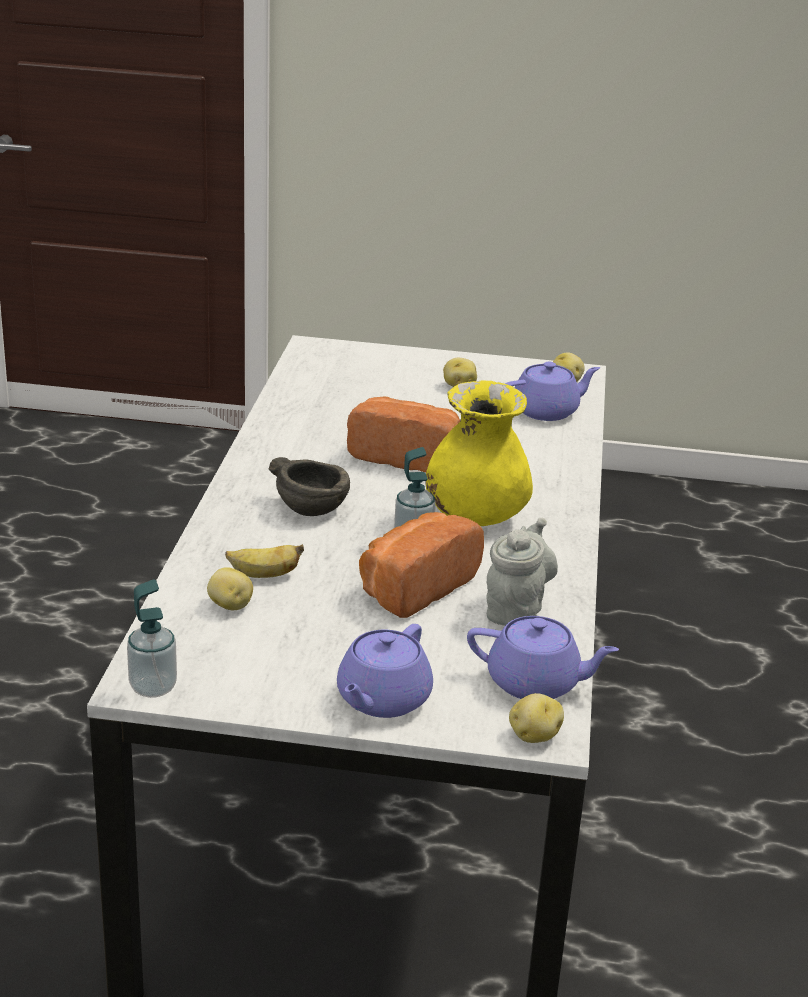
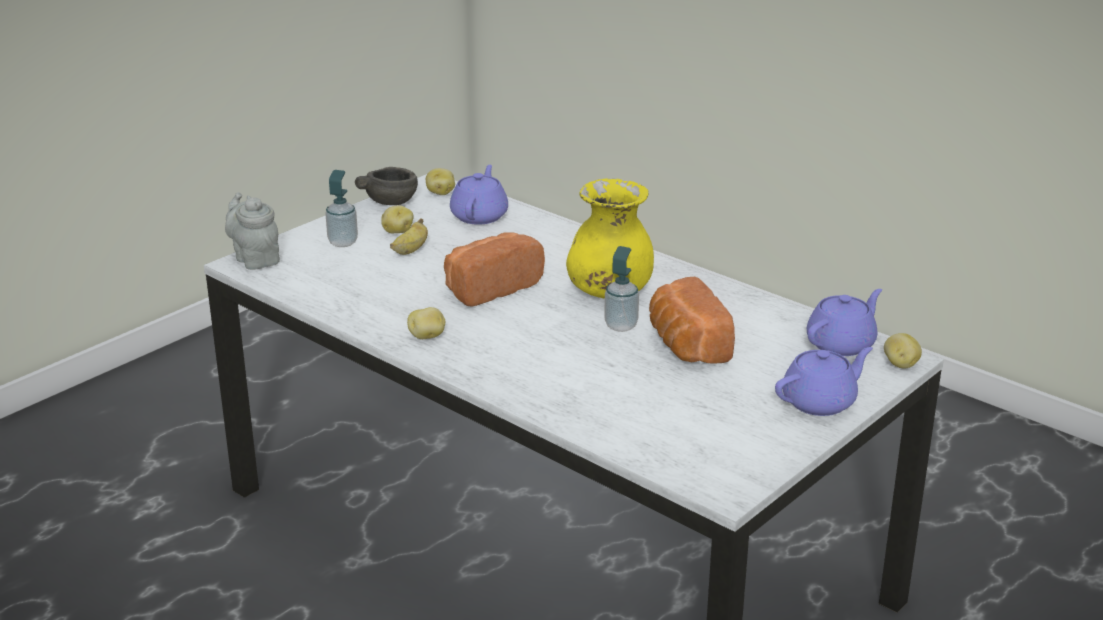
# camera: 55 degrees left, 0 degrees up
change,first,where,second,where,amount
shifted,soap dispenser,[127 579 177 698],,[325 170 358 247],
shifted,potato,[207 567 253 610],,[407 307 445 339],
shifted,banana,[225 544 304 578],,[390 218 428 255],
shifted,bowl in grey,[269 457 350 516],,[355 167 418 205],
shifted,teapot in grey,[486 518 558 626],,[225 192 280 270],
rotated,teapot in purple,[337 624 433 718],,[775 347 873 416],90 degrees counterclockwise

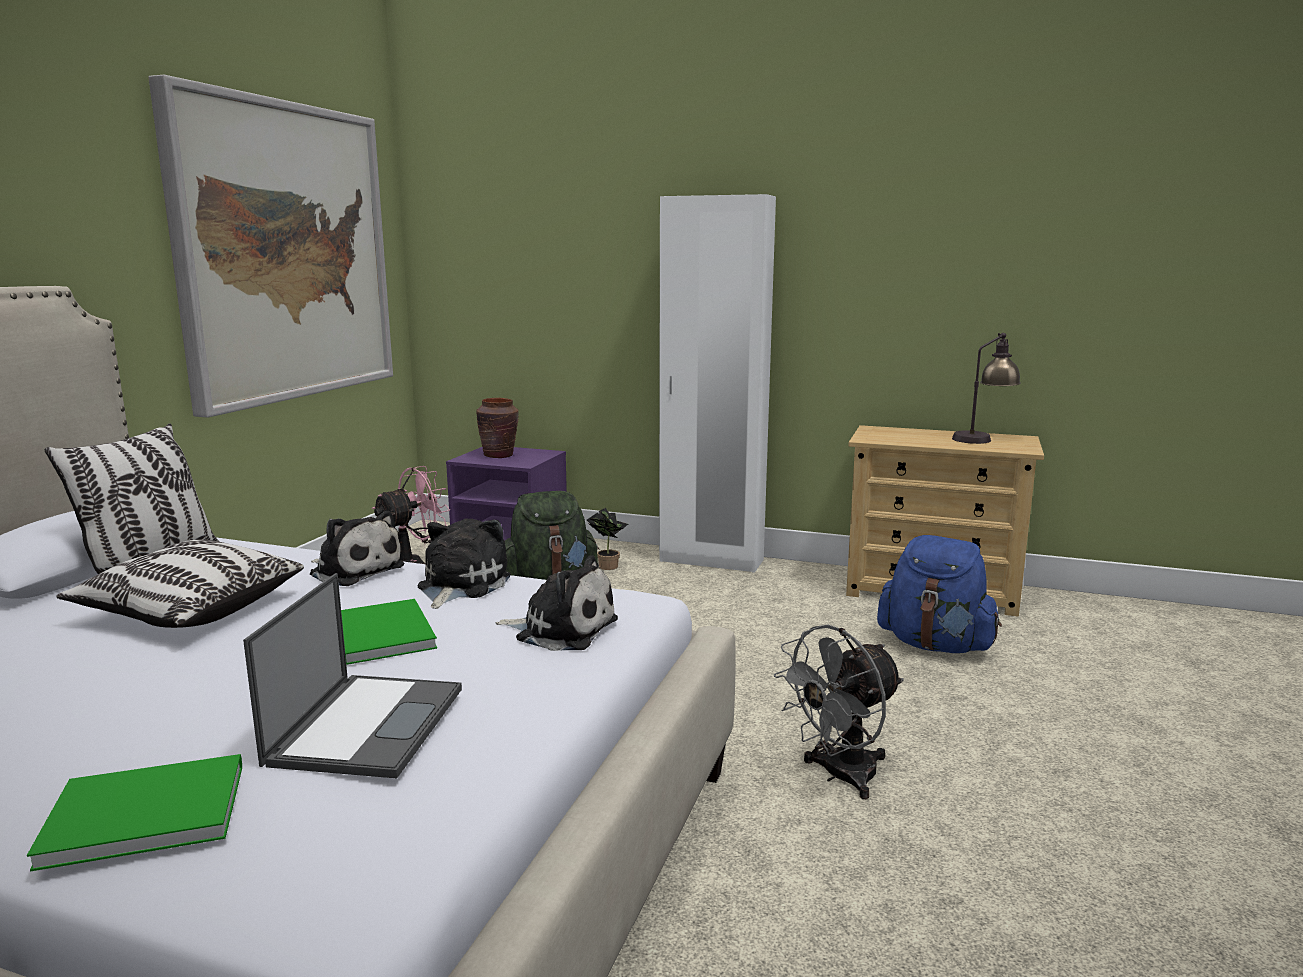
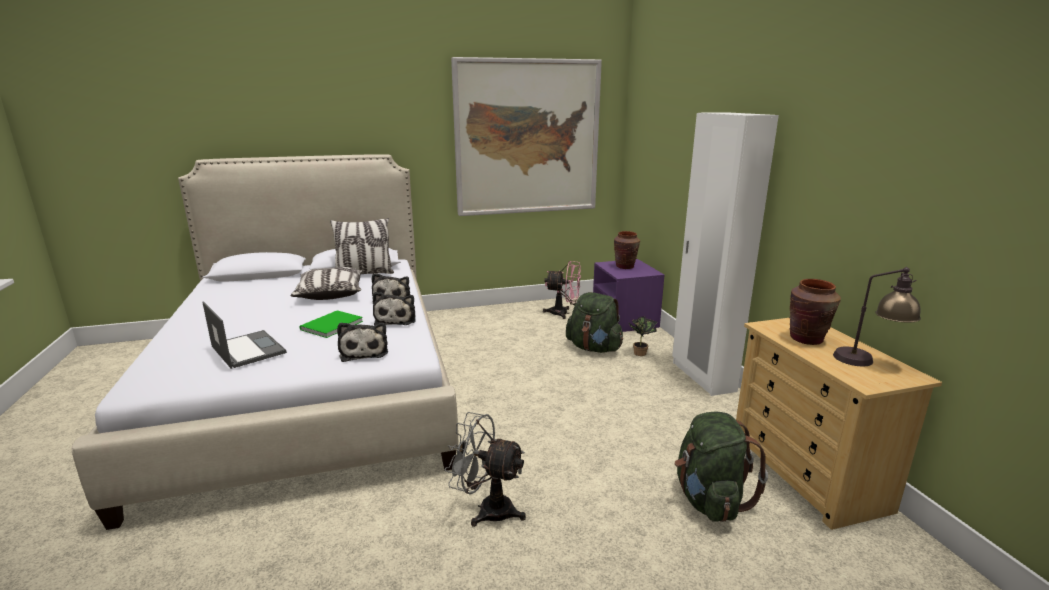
# camera: 55 degrees right, 5 degrees up
change,first,where,second,where,amount
gone,book in green,[27 754 242 872],,,
new,,,vase in brown,[790 279 841 345],
repainted,backpack in blue,[877 535 1002 653],backpack in green,[675 411 768 522],
rotated,laptop,[243 573 462 778],,[202 301 287 369],105 degrees counterclockwise
rotated,plush toy,[417 519 511 609],,[373 292 416 325],105 degrees clockwise

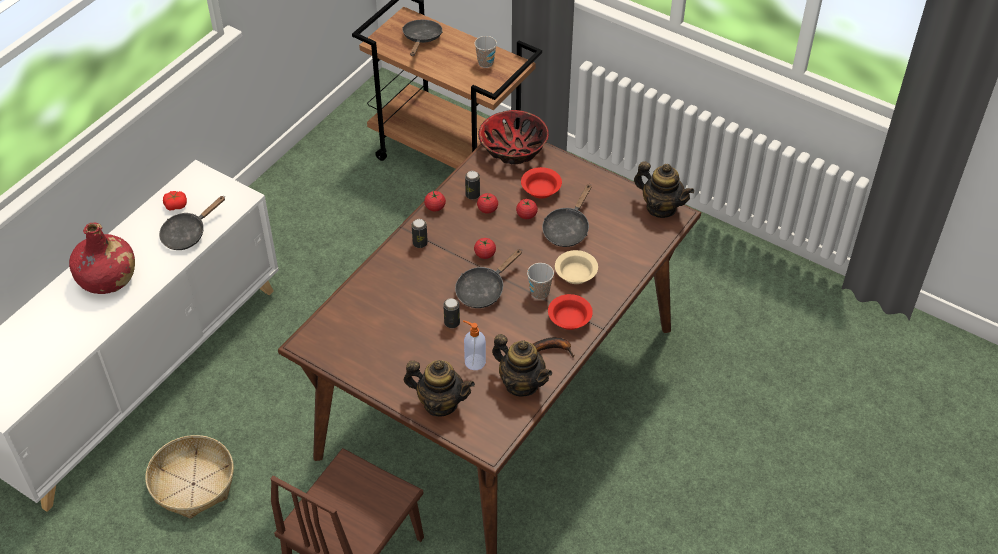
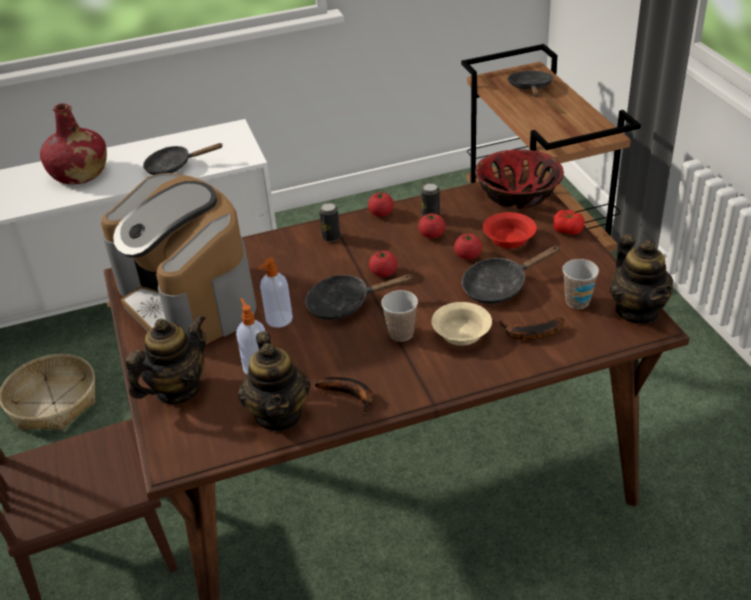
# camera: 40 degrees right, 10 degrees down
change,first,where,second,where,amount
gone,bowl in red,[548 294 593 330],,,
new,,,coffee machine,[101 173 257 345],
new,,,banana,[499 318 564 340],
shifted,tomato,[163 191 187 210],,[553 210 585 235],
shifted,cup,[474 36 497 68],,[562 259 599 309],
swapped,can,[443 298 460 328],soap dispenser,[258 258 293 328],
rotated,frying pan in black,[402 20 443 56],,[507 71 554 97],45 degrees counterclockwise
rotated,teapot,[404 360 475 417],,[126 314 206 404],105 degrees counterclockwise

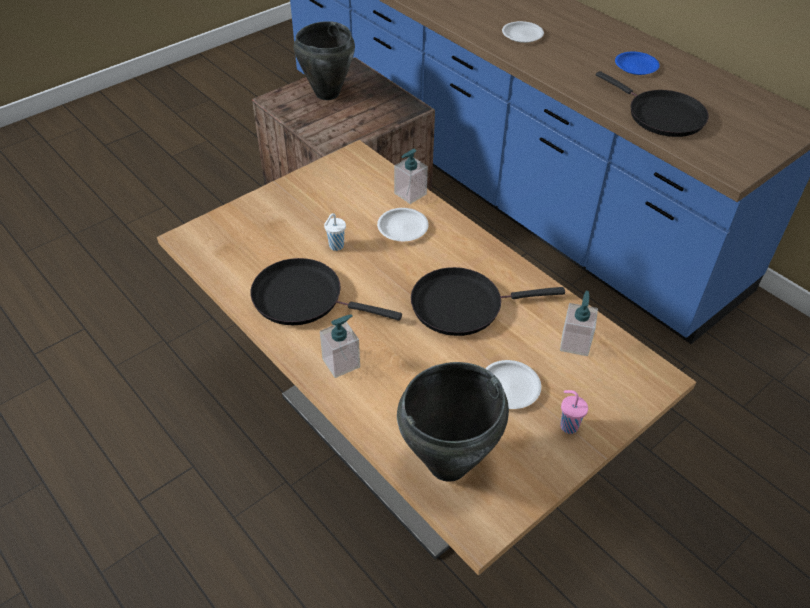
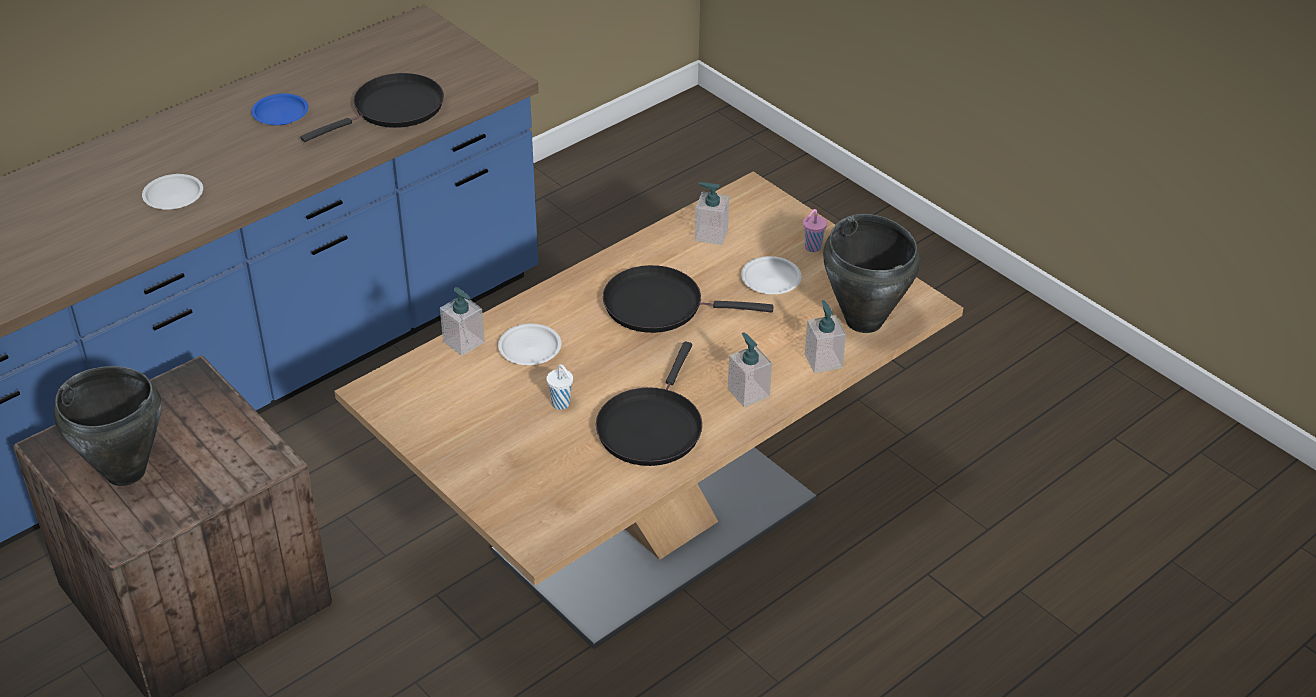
# camera: 90 degrees left, 5 degrees down
change,first,where,second,where,amount
new,,,soap dispenser,[805 300 846 373],
rotated,frying pan in black,[411 267 565 336],,[603 265 774 333],105 degrees clockwise

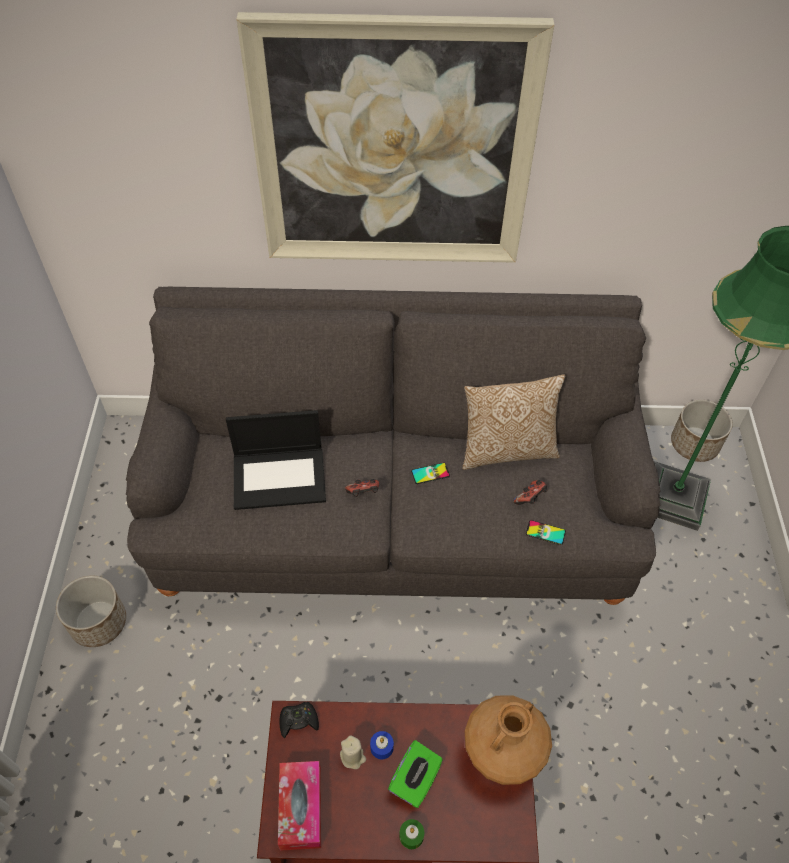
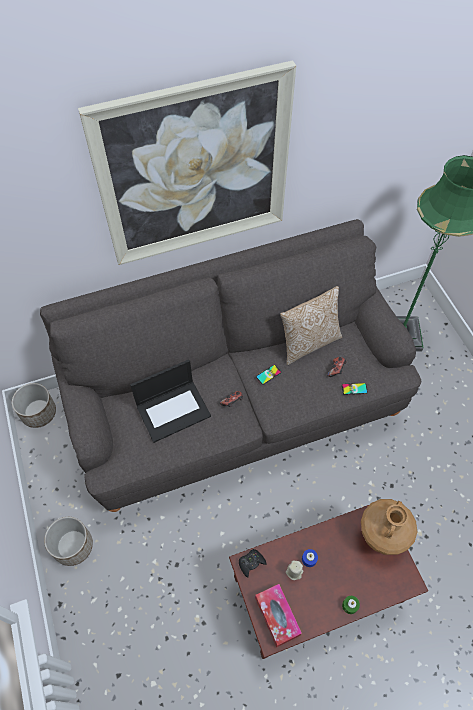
# camera: 20 degrees left, 5 degrees up
change,first,where,second,where,amount
gone,tissue box in green,[388 740 443 808],,,
shifted,planter,[671 400 733 462],,[12 383 56 428],

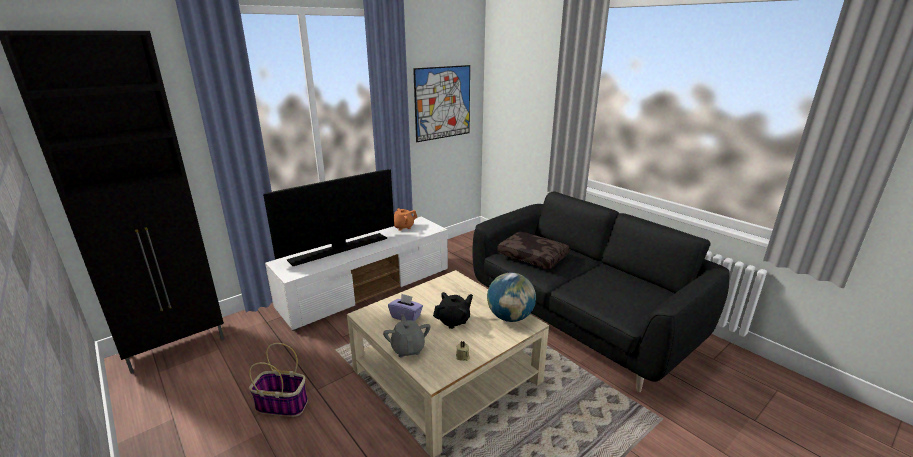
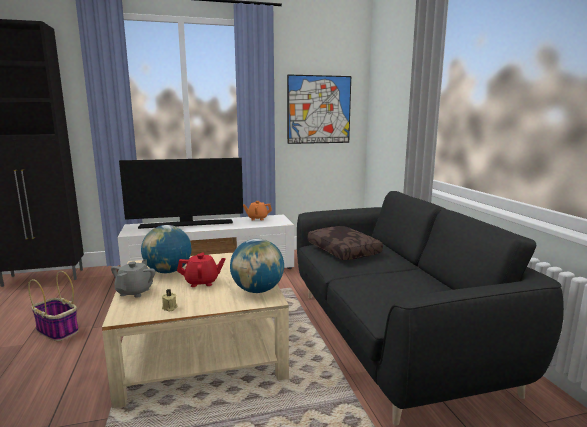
# camera: 25 degrees right, 10 degrees down
change,first,where,second,where,amount
swapped,tissue box in purple,[388 293 423 321],globe,[141 225 191 273],
repainted,teapot in black,[433 292 473 329],teapot in red,[177 252 225 287],

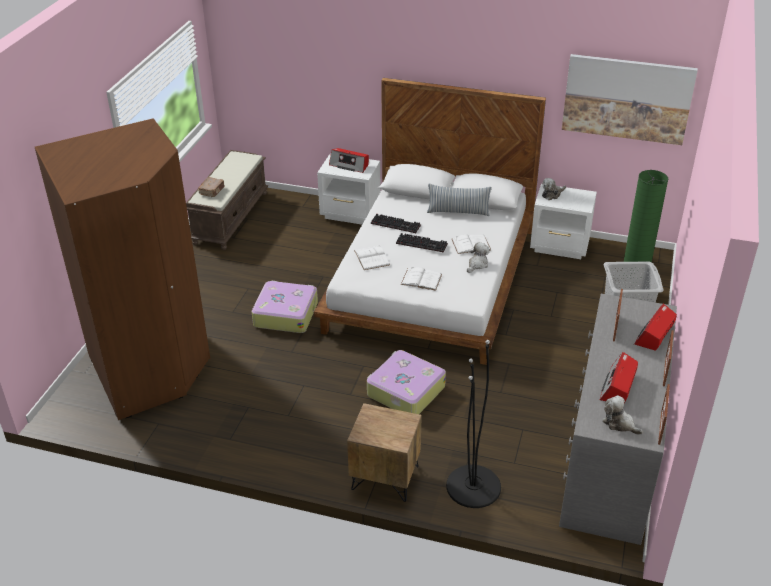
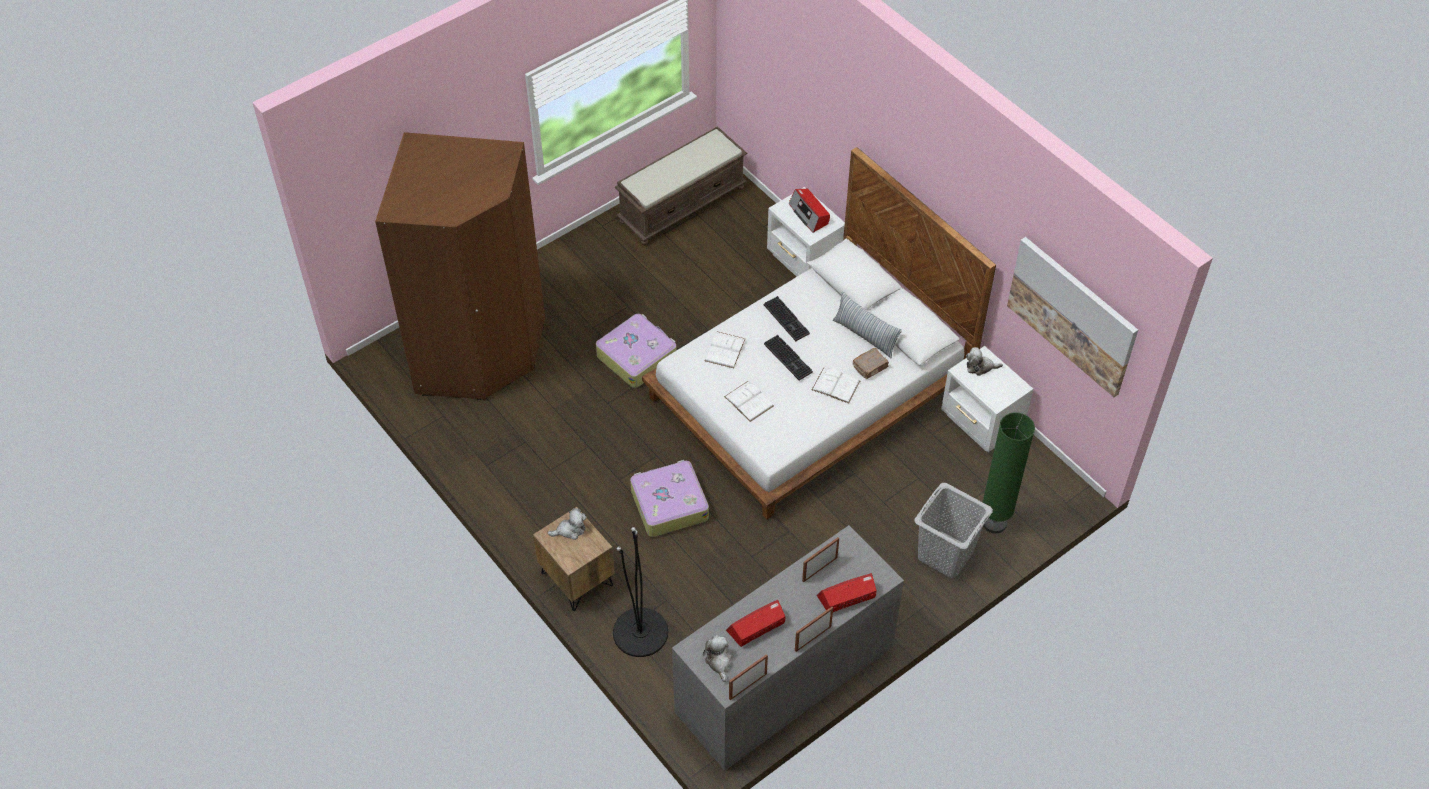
# camera: 35 degrees right, 15 degrees up
change,first,where,second,where,amount
shifted,book in brown,[198 177 225 197],,[853 348 889 379],
shifted,plush toy,[467 242 490 273],,[548 508 587 540],

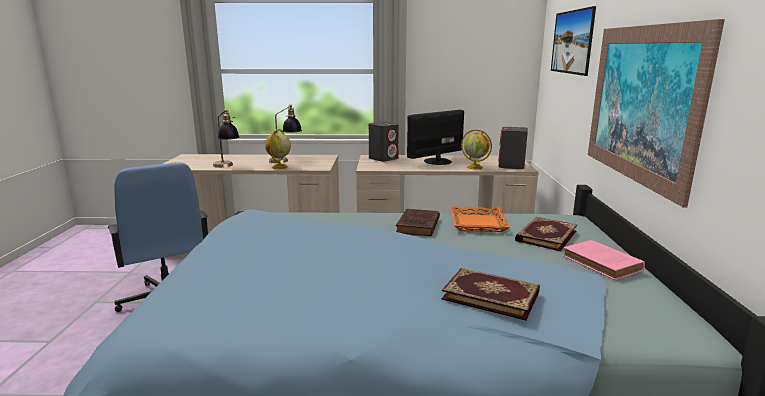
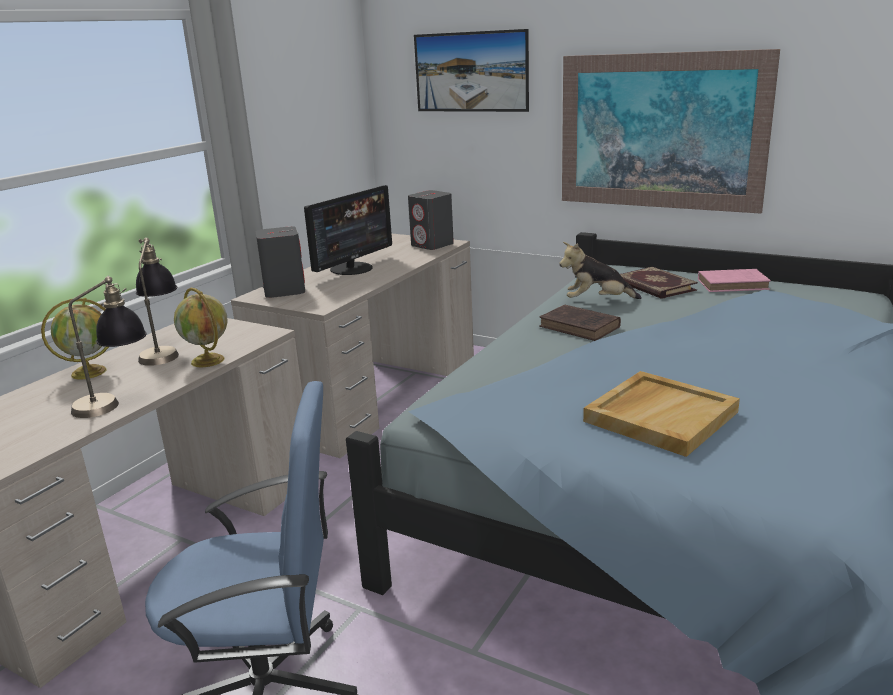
# camera: 60 degrees left, 5 degrees up
change,first,where,second,where,amount
gone,book,[441 268 540 321],,,
new,,,tray in beige,[583 371 740 457],
shifted,globe,[461 129 492 169],,[41 298 109 380],
swapped,tray in orange,[451 206 510 232],plush toy,[559 242 642 299],
rotated,monitor,[407 110 464 165],,[304 185 392 275],135 degrees counterclockwise

